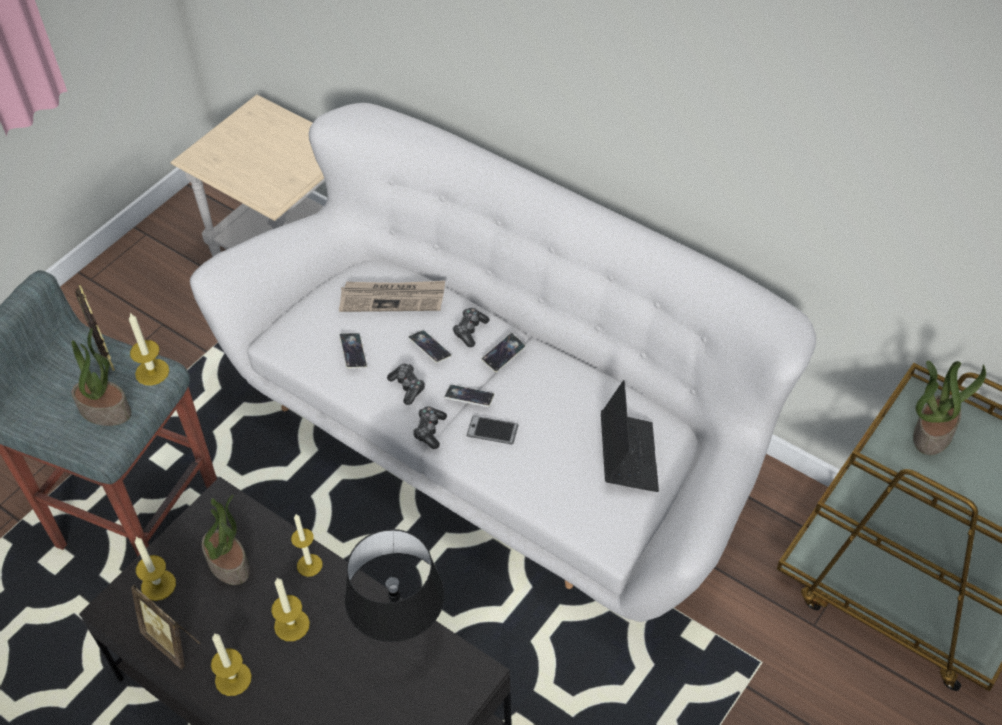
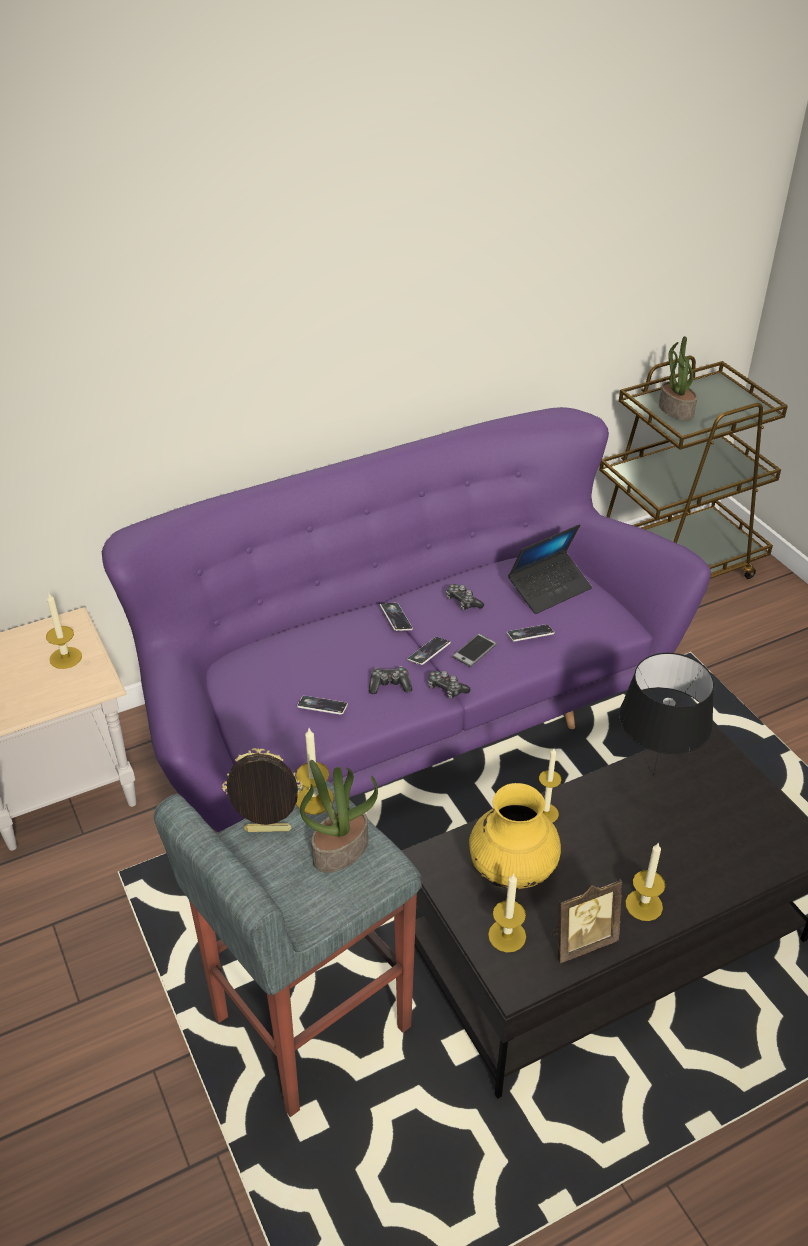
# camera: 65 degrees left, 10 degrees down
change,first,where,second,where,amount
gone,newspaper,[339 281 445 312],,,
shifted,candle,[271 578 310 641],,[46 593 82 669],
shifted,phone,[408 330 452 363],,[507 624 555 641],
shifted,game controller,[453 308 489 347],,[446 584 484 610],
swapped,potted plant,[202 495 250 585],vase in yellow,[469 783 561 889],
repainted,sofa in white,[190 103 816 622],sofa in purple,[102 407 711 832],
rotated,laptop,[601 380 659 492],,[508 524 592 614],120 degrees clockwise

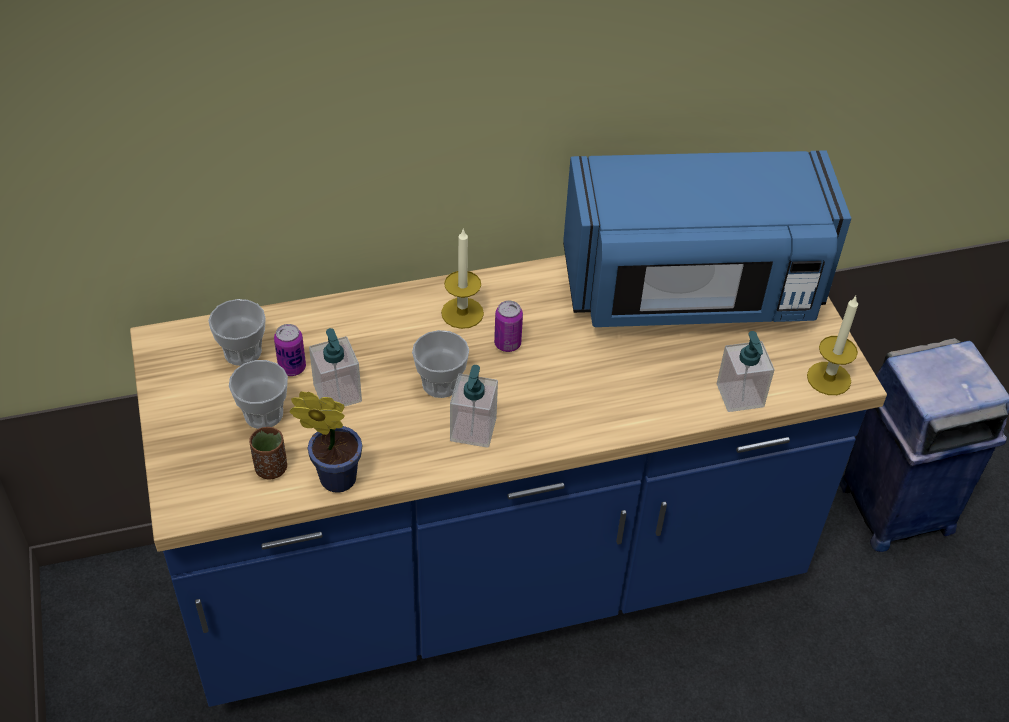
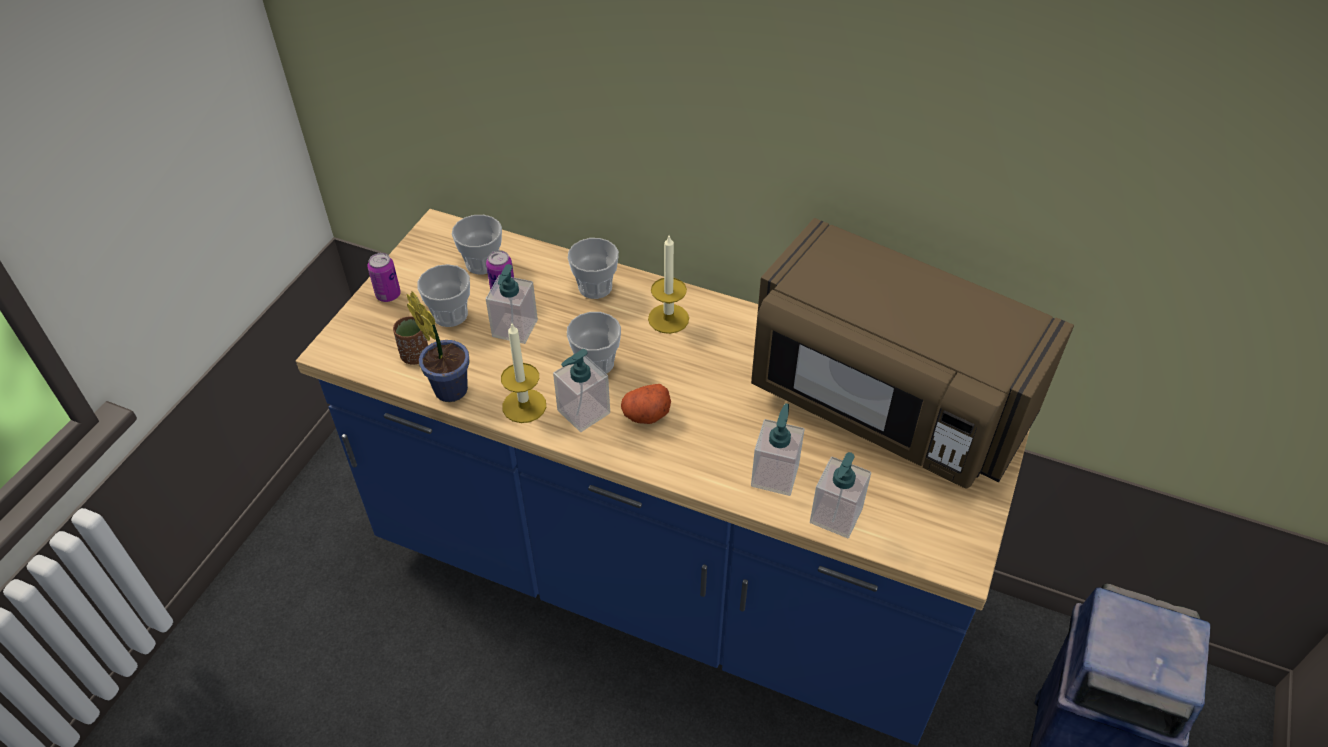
# camera: 40 degrees right, 0 degrees up
change,first,where,second,where,amount
new,,,cup,[568 238 619 299],
new,,,potato,[621 384 671 424],
new,,,soap dispenser,[751 403 805 496],
shifted,can,[494 300 523 352],,[367 253 401 302],
shifted,candle,[807 296 858 395],,[501 324 546 423],
repainted,microwave in blue,[563 150 851 327],microwave in brown,[751 218 1074 488],

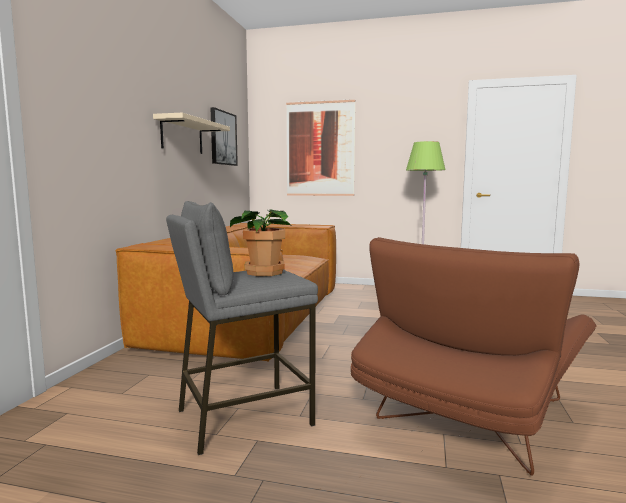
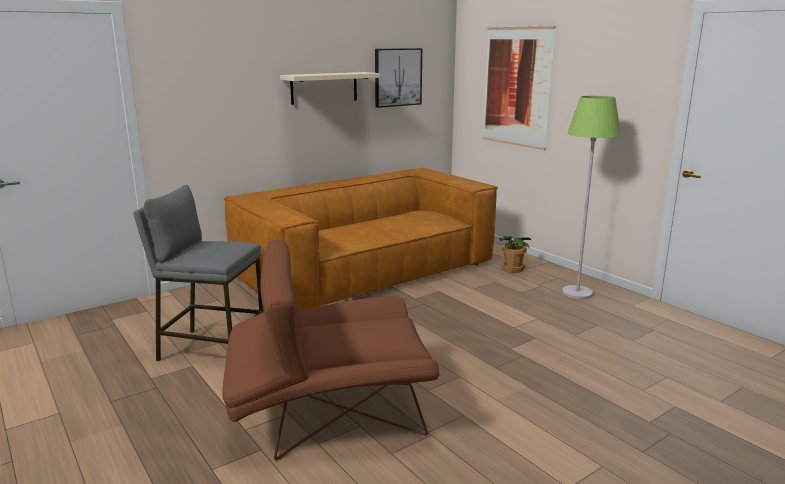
# camera: 40 degrees right, 10 degrees up
change,first,where,second,where,amount
shifted,potted plant,[230 209 293 276],,[499 236 532 273],

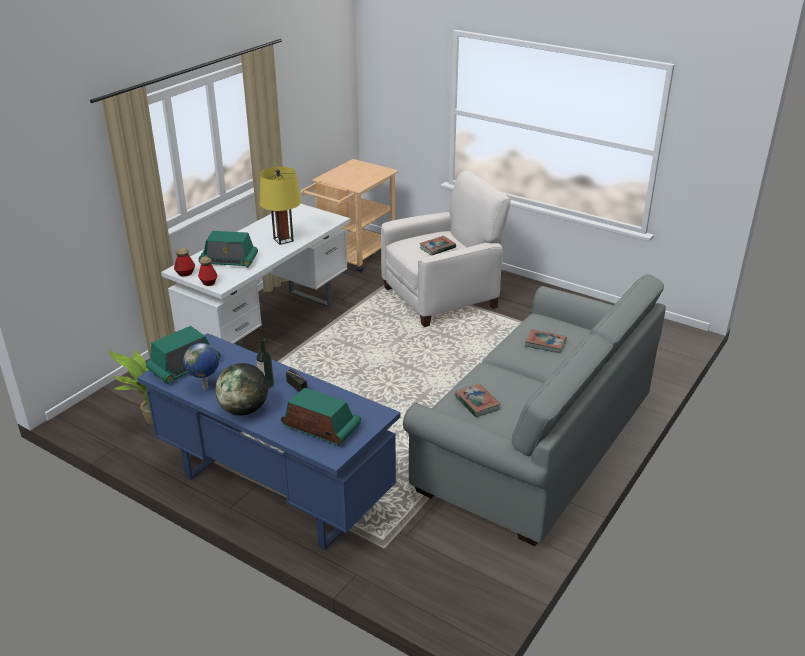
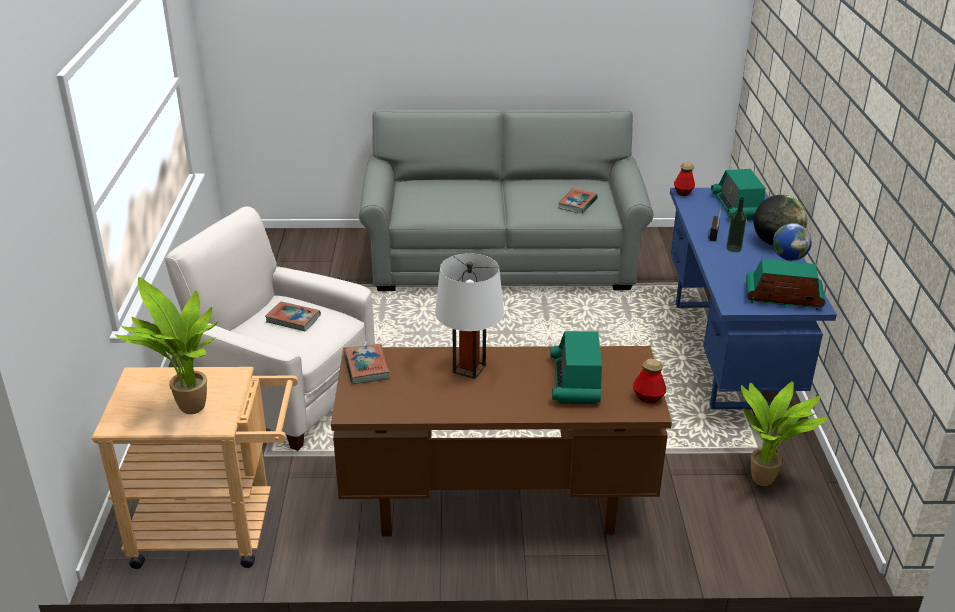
# camera: 125 degrees left, 0 degrees up
change,first,where,second,where,amount
new,,,potted plant,[115 277 218 414],
shifted,bottle,[198 256 218 286],,[674 162 695 196],
shifted,book,[525 329 567 354],,[344 344 390 384],
repainted,desk in white,[161 204 350 348],desk in brown,[331 346 672 537],
repainted,table lamp in yellow,[260 166 301 245],table lamp in white,[435 253 504 379],
rotated,radio,[199 231 258 268],,[550 331 602 404],150 degrees counterclockwise

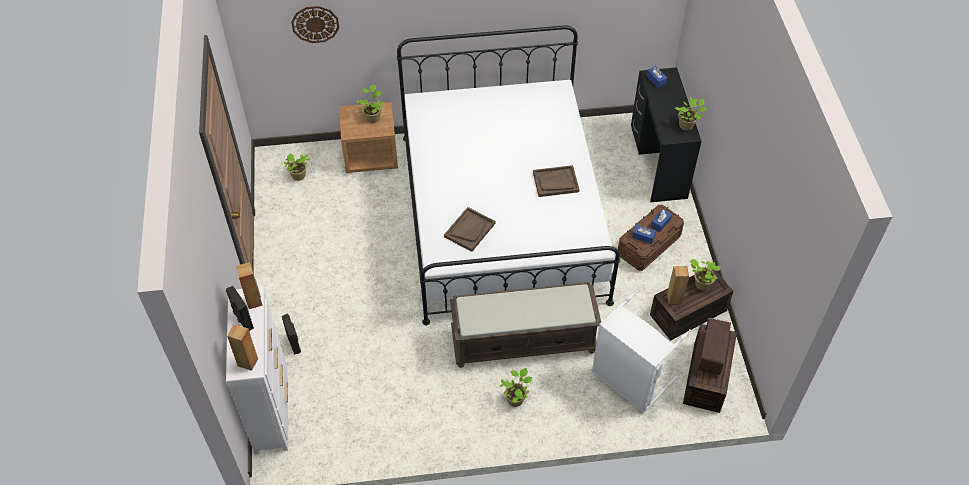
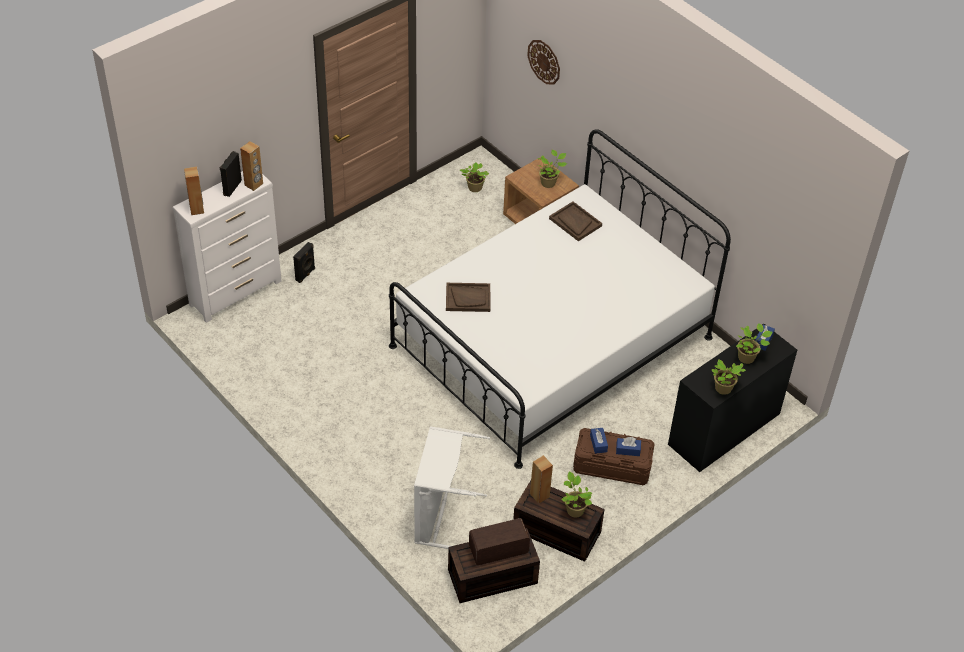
# camera: 55 degrees right, 5 degrees down
change,first,where,second,where,amount
gone,bench in brown,[450 282 601 368],,,
shifted,potted plant,[500 368 532 407],,[736 323 773 364],
shifted,tray in brown,[533 165 580 197],,[549 201 602 241],

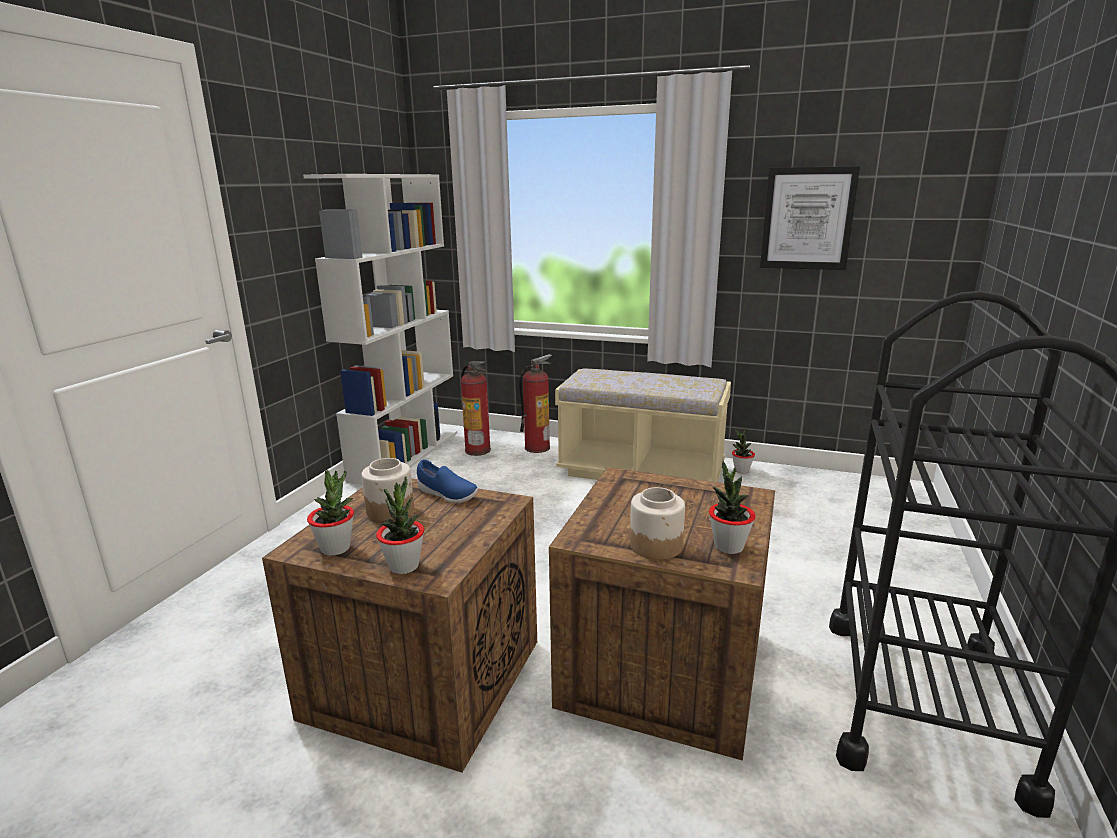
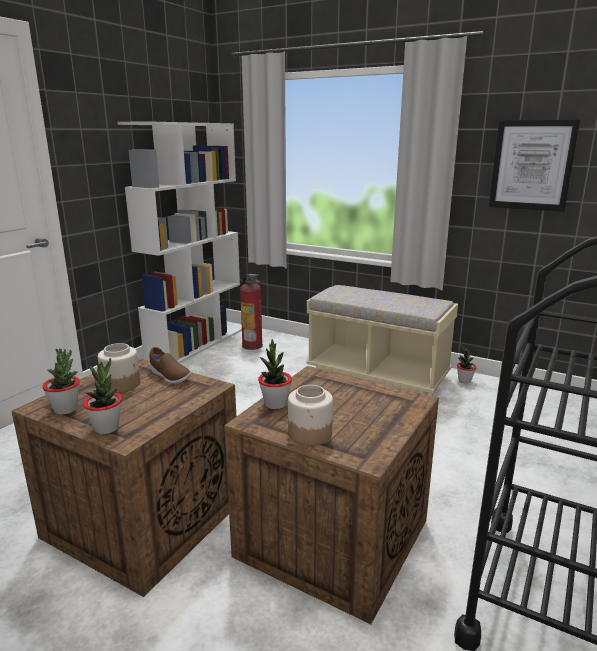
# camera: 10 degrees right, 0 degrees up
change,first,where,second,where,amount
gone,fire extinguisher,[519 354 552 453],,,
shifted,potted plant,[709 461 756 554],,[258 339 292 409],
repainted,shoe in blue,[417 459 478 503],shoe in brown,[149 347 191 384],

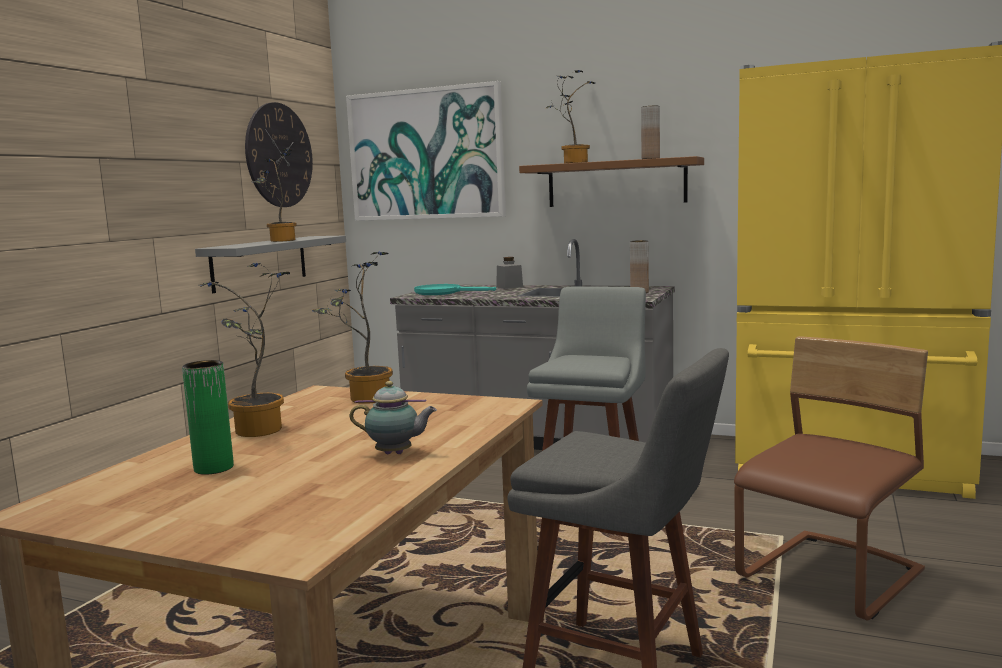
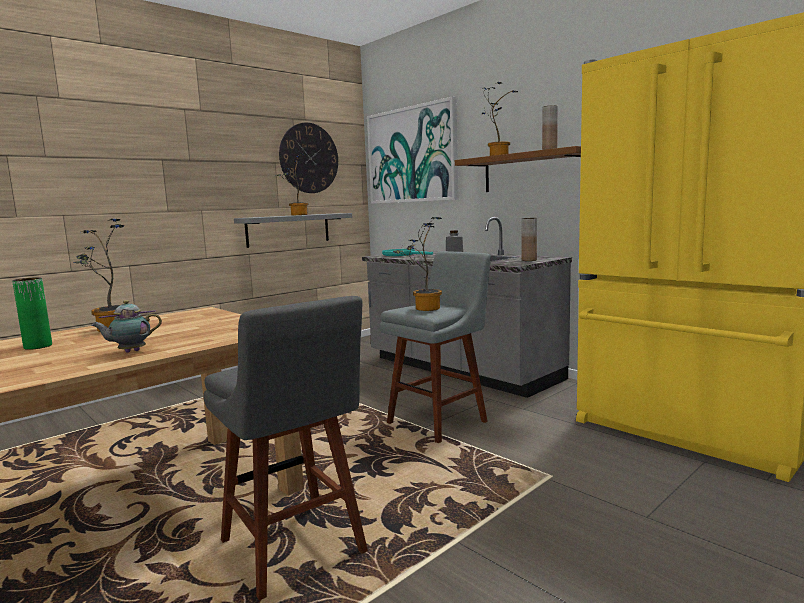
# camera: 25 degrees right, 0 degrees up
change,first,where,second,where,amount
gone,chair in brown,[734 336 928 621],,,
shifted,potted plant,[312 252 393 404],,[393 217 442 311],
rotated,teapot,[350 381 437 454],,[91 300 162 353],120 degrees clockwise

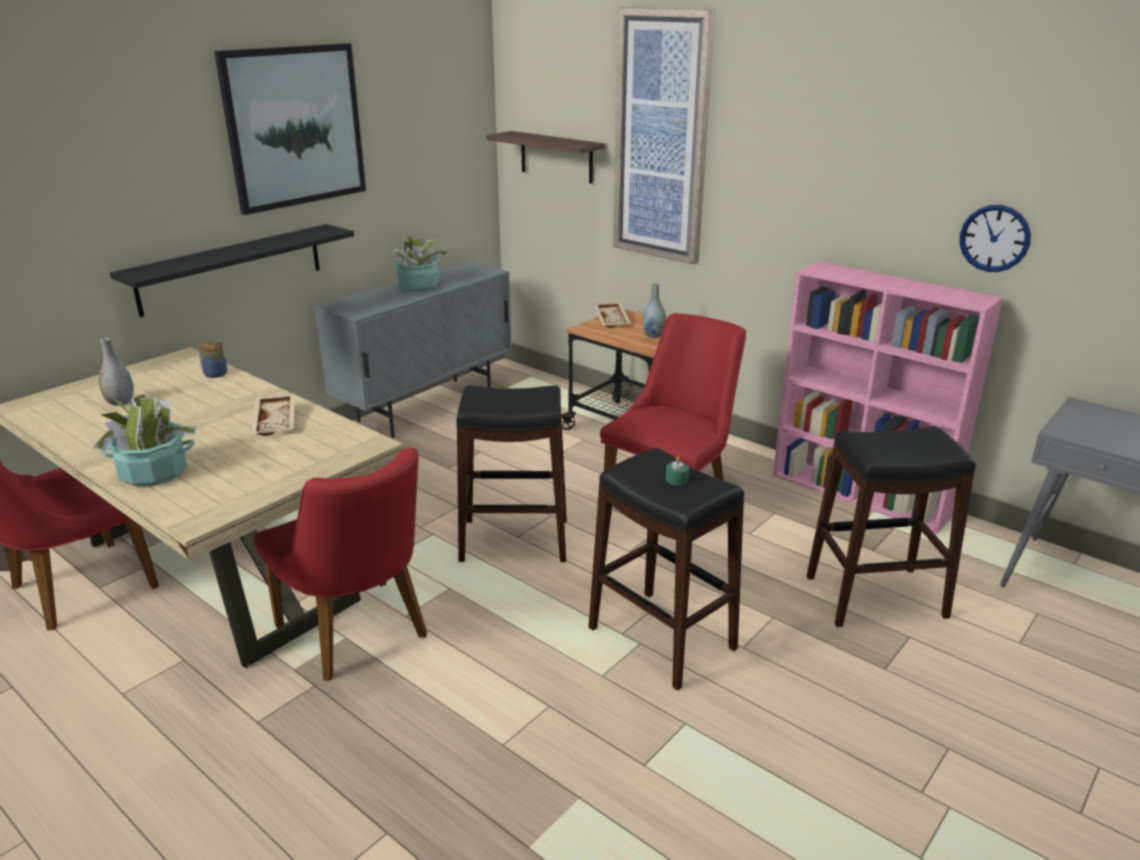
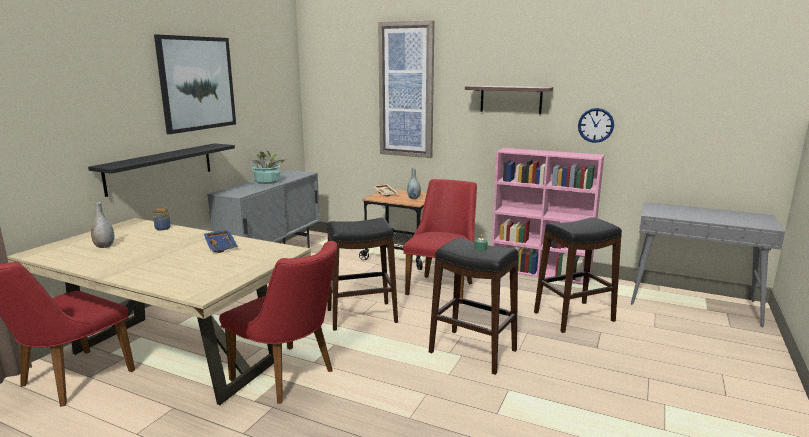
# camera: 15 degrees left, 10 degrees down
change,first,where,second,where,amount
gone,potted plant,[92 393 197 486],,,
shifted,shelf,[486 131 605 184],,[465 85 553 114],
repainted,tray in beige,[251 394 295 436],tray in blue,[204 230 238 253],

